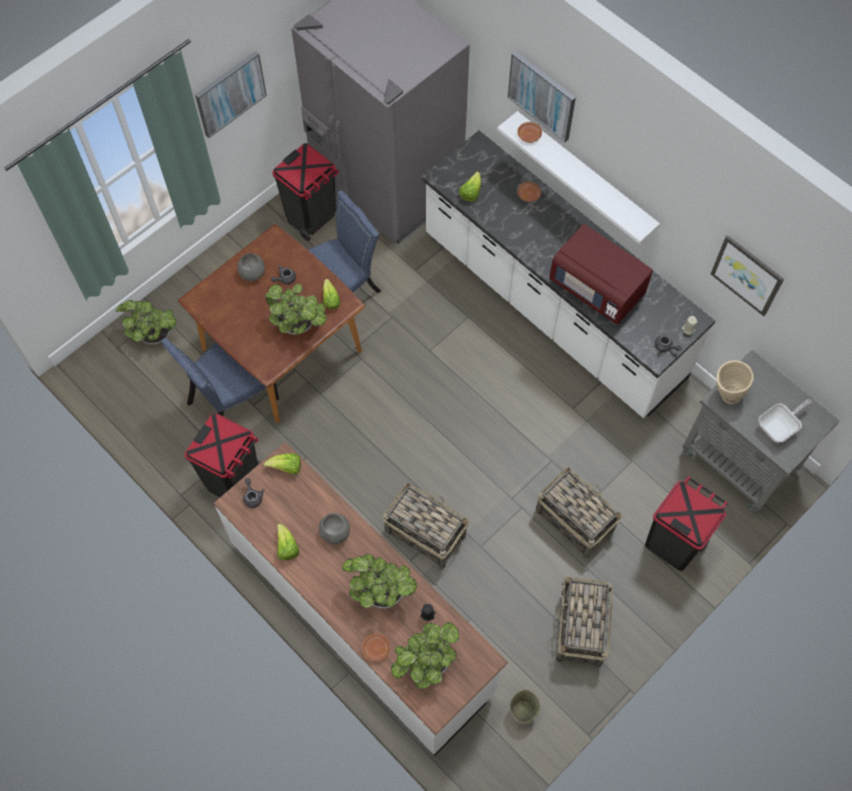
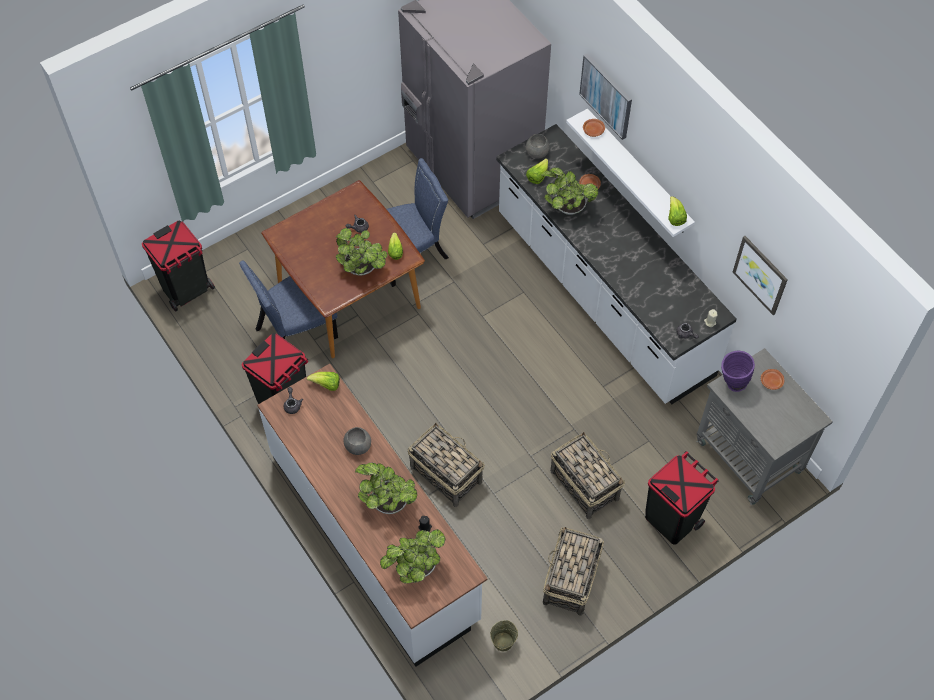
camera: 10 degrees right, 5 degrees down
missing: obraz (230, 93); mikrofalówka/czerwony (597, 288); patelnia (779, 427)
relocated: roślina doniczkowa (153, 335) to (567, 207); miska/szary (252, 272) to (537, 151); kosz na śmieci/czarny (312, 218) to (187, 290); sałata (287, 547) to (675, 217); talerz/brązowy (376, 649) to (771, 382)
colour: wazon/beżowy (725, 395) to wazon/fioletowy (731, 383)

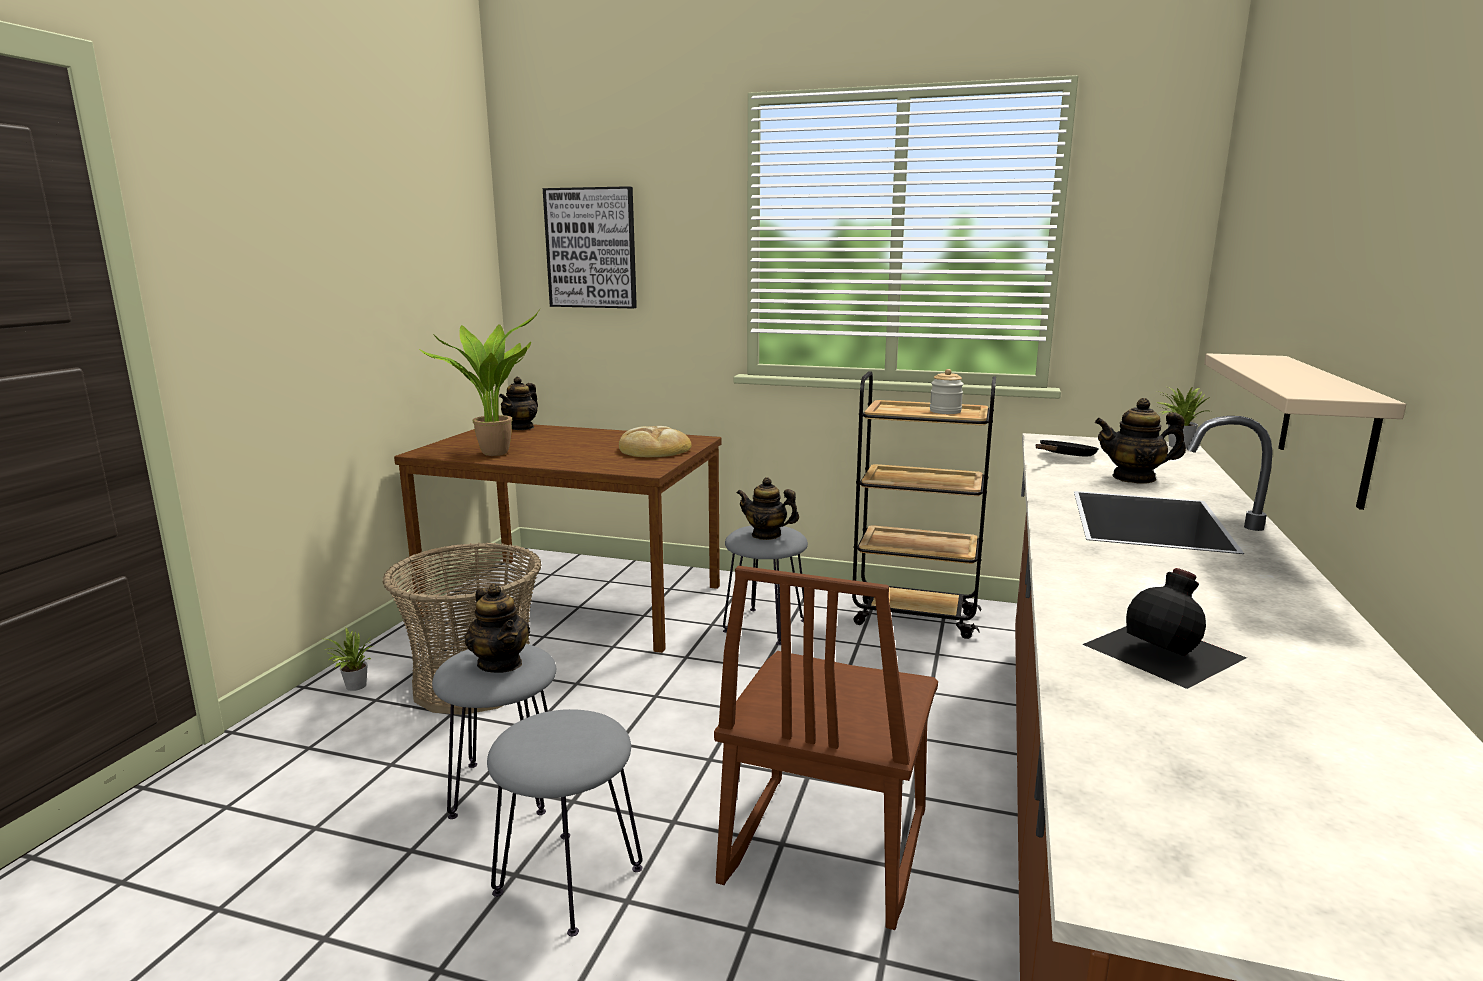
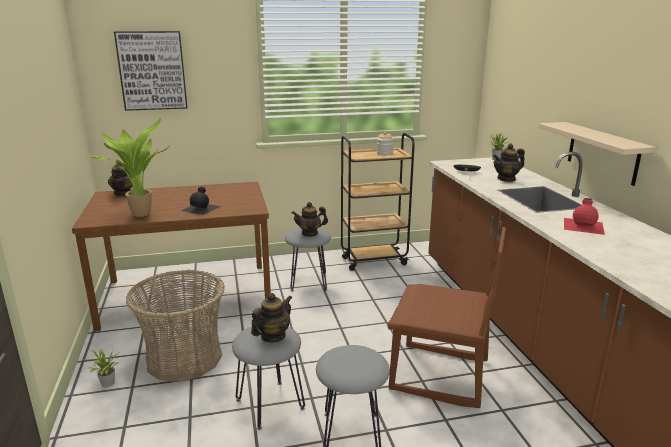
camera: 30 degrees left, 5 degrees up
missing: chleb (653, 449)
appeared: butelka/czerwony (584, 225)
relocated: butelka/czarny (1166, 651) to (201, 208)
spun: imbryk (500, 664) = (273, 336) 75 degrees counterclockwise; krzesło/brązowy (824, 847) = (439, 376) 60 degrees counterclockwise

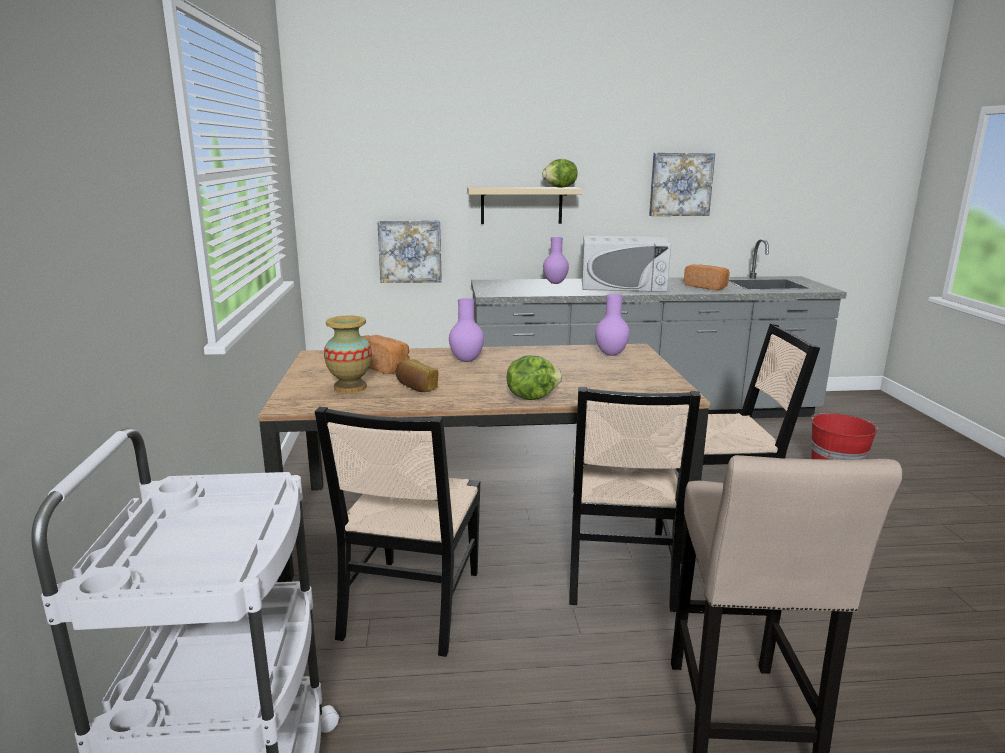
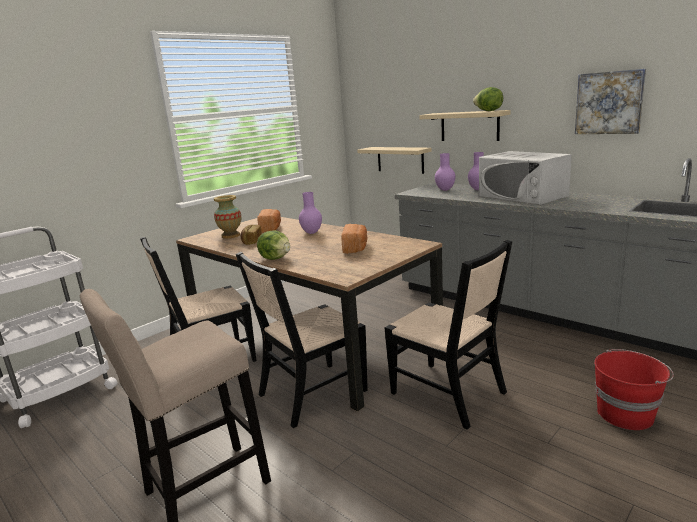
camera: 50 degrees right, 0 degrees up
relocated: wazon/fioletowy (611, 354) to (445, 190); chleb (707, 287) to (355, 248)
exchanged: obraz (410, 251) to półka/beżowy (400, 159)

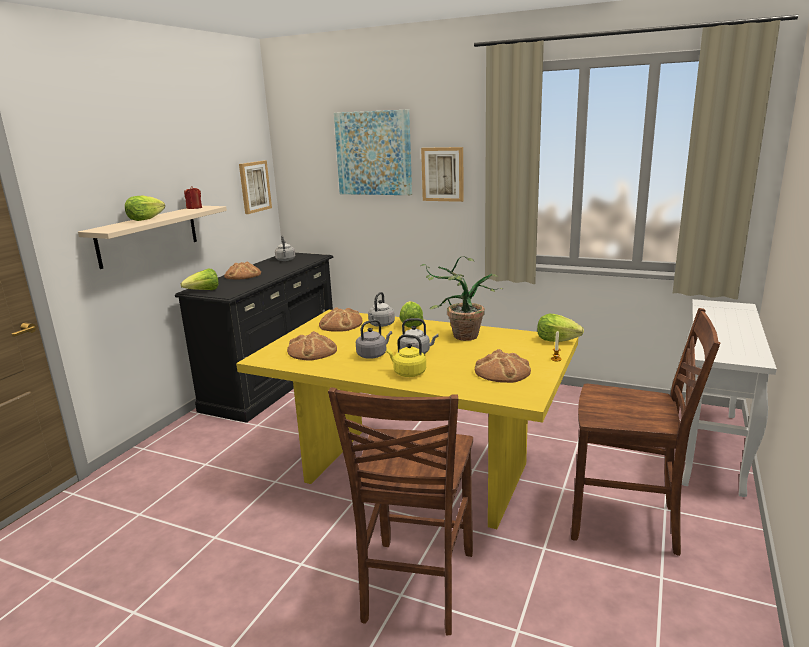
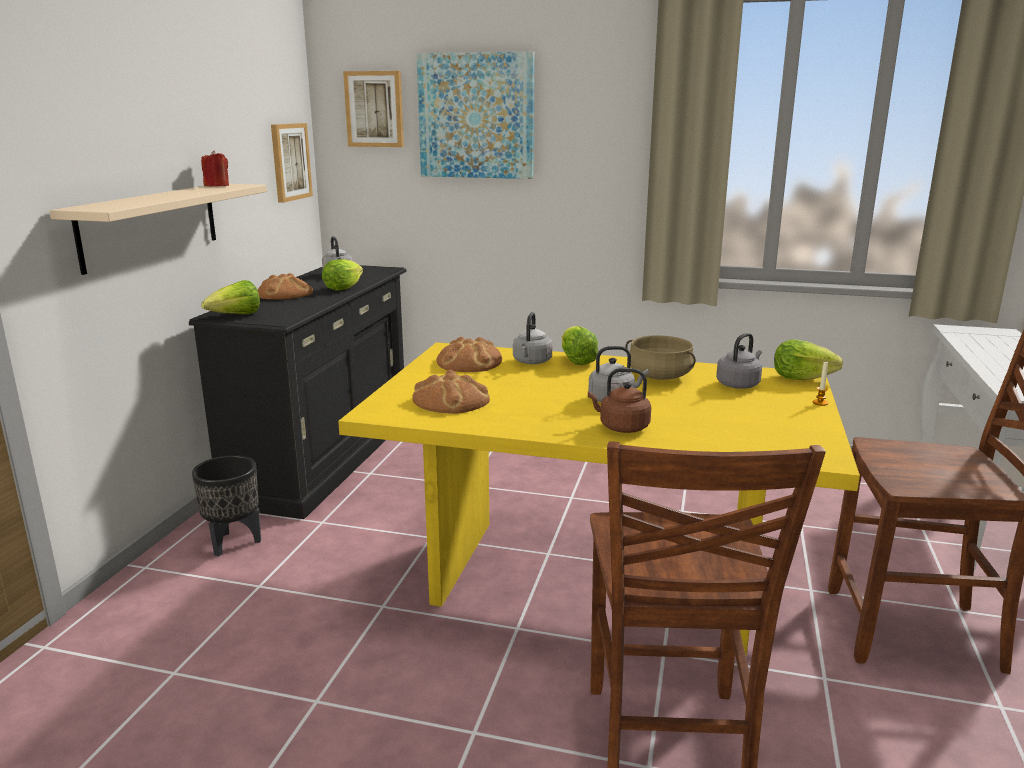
camera: 10 degrees left, 0 degrees up
missing: chleb (502, 371)
appeared: donica/czarny (234, 542)
relocated: sałata (145, 219) to (343, 288); czajnik/szary (373, 355) to (739, 384); obraz (443, 174) to (374, 109)
exchanged: roślina doniczkowa (458, 337) to garnek/beżowy (659, 376)
colour: czajnik/żółty (408, 373) to czajnik/brązowy (621, 427)

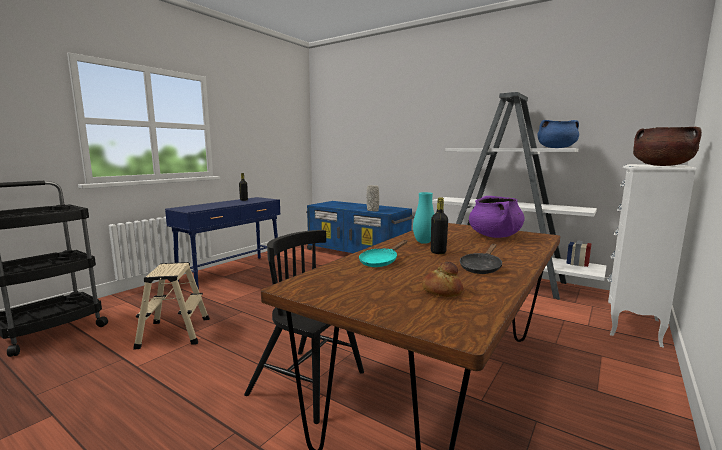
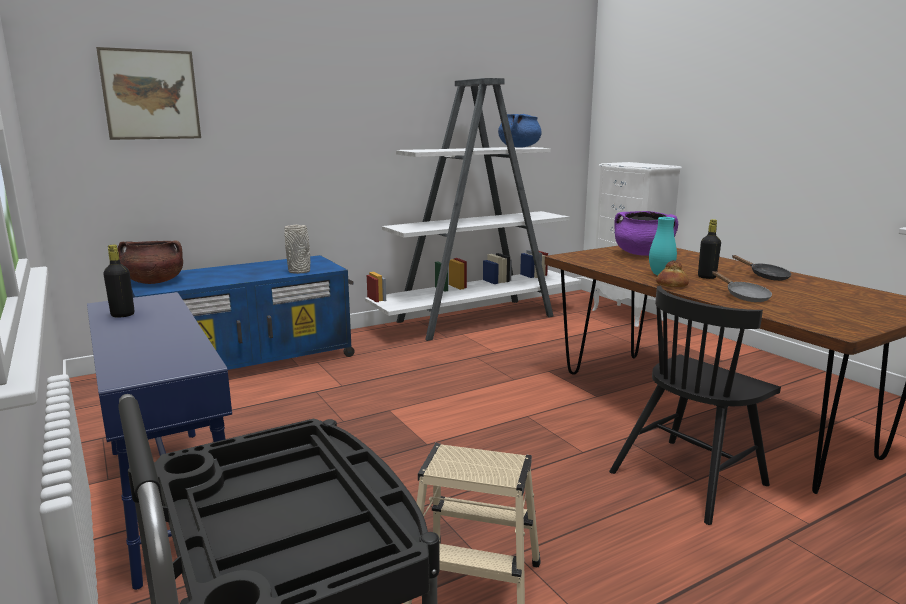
camera: 65 degrees left, 5 degrees up
appeared: obraz (151, 95)
relocated: chleb (441, 291) to (671, 285); garnek/brązowy (661, 165) to (154, 282)
colour: patelnia/turkusowy (381, 262) to patelnia/szary (744, 296)

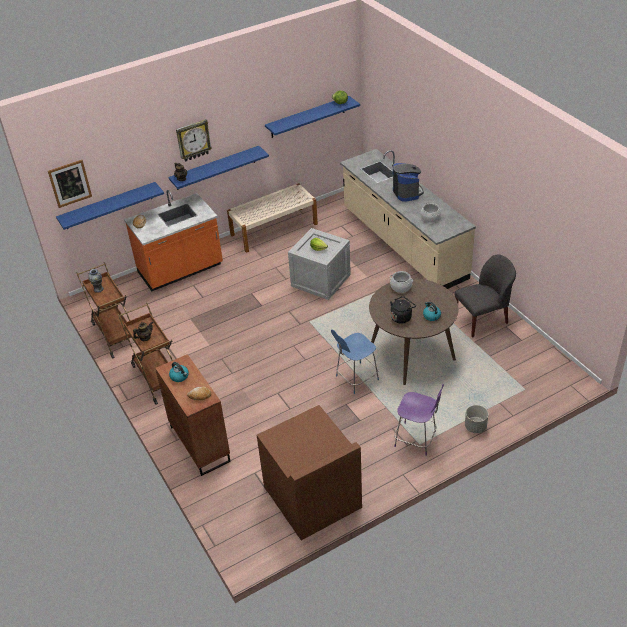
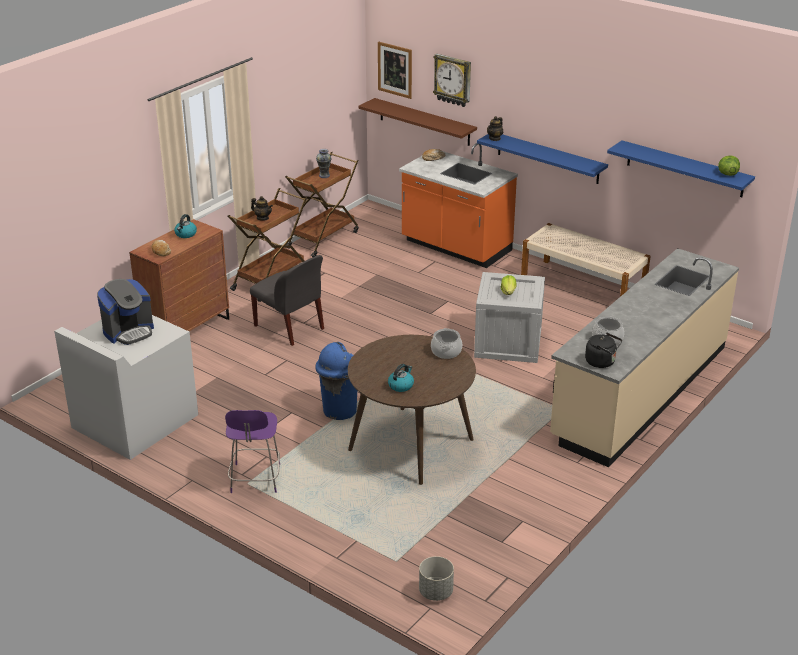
camera: 65 degrees right, 10 degrees down
relocated: zegar ścienny (193, 140) to (453, 80); czajnik/czarny (402, 317) to (602, 362); ekspres do kawy (407, 192) to (129, 332); krzesło/szary (482, 320) to (290, 328); donica/szary (475, 427) to (435, 592)
exchanged: krzesło/niebieski (356, 379) to kosz na śmieci/niebieski (339, 410)
colour: półka/niebieski (108, 206) to półka/brązowy (424, 122); pralka/brązowy (311, 497) to pralka/biały (135, 420)

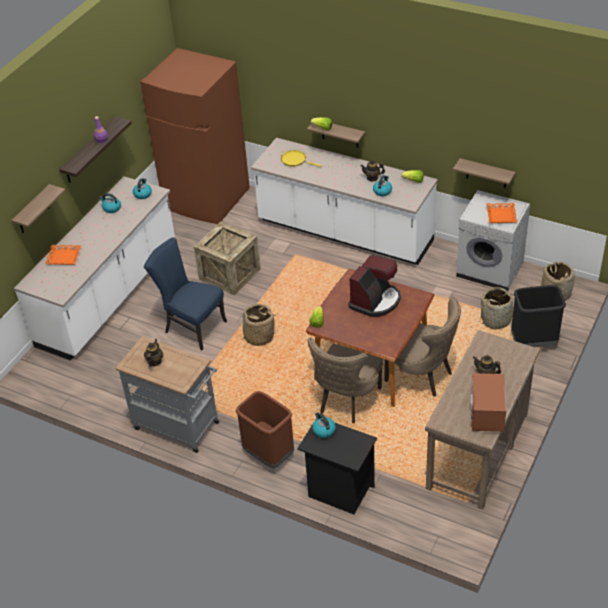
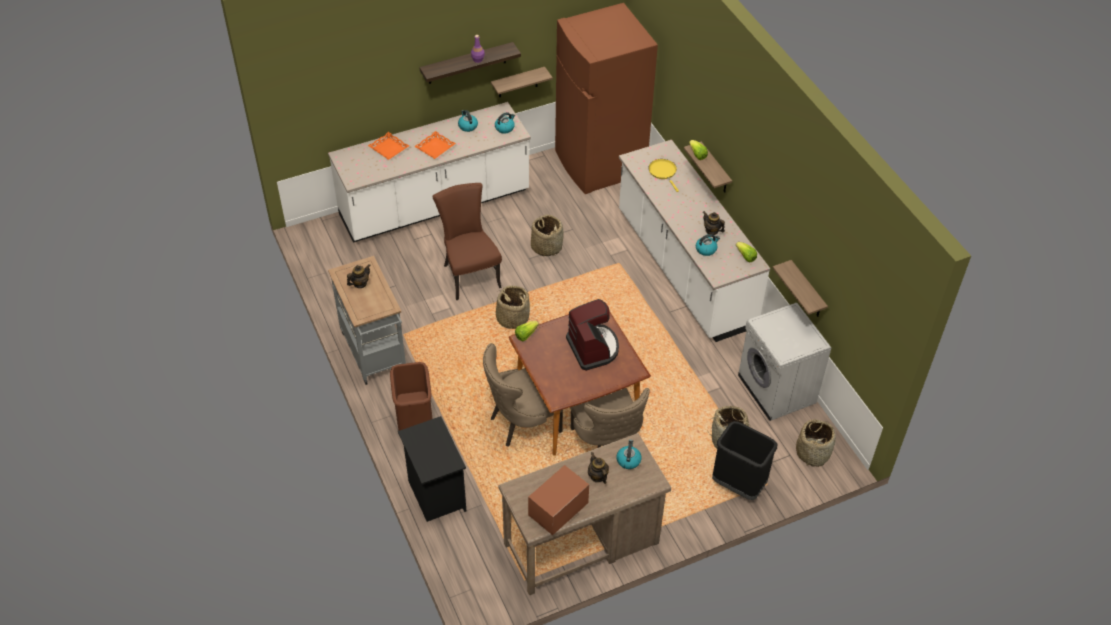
camera: 35 degrees right, 5 degrees up
relocated: półka (33, 211) to (518, 82); czajnik (323, 430) to (628, 460); taca/pomarańczowy (501, 215) to (435, 147)
exchanged: skrzynka (230, 274) to koszyk (546, 246)
colour: krzesło/niebieski (191, 326) to krzesło/brązowy (469, 274)
spun: ekspres do kawy (375, 301) = (593, 348) 90 degrees counterclockwise

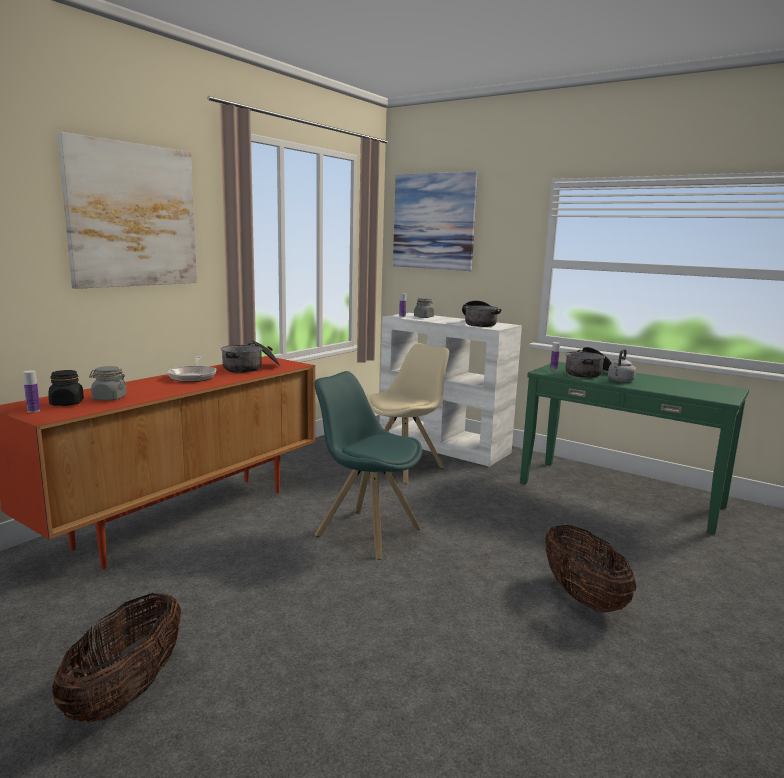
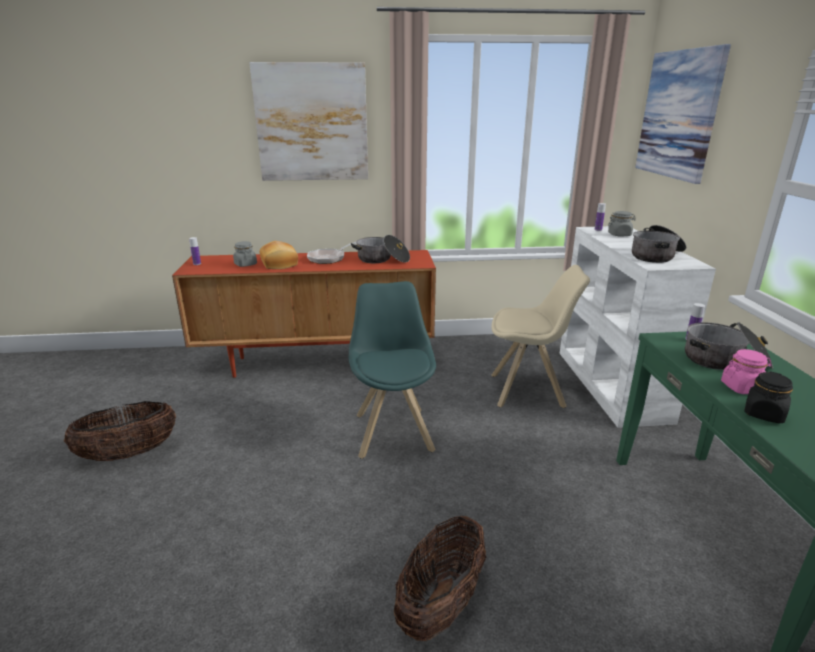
camera: 50 degrees right, 10 degrees up
appeared: chleb (280, 264)
relocated: słoik/czarny (67, 403) to (764, 414)
exchanged: czajnik/szary (620, 381) to słoik/różowy (742, 387)

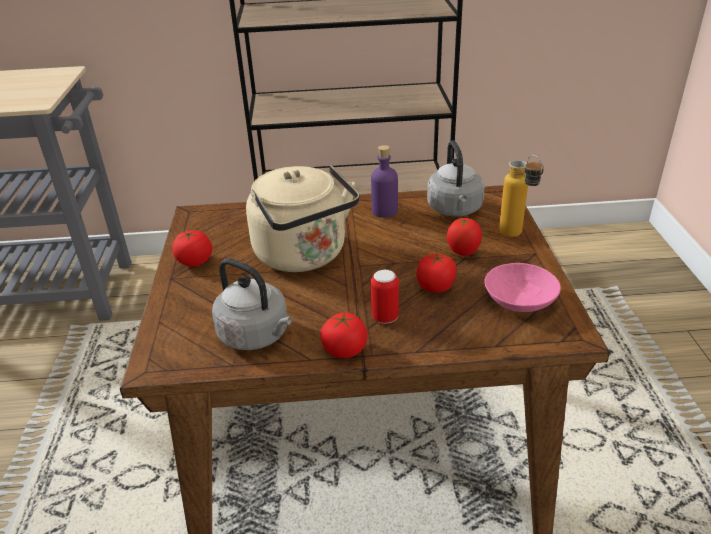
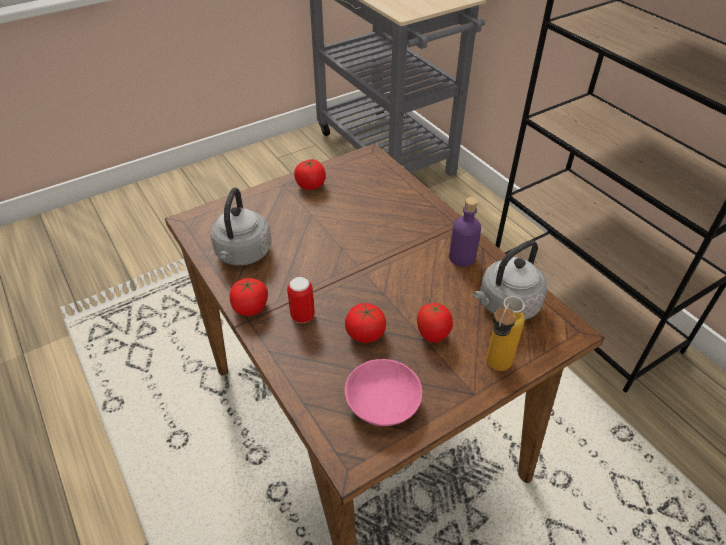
camera: 60 degrees right, 10 degrees up
missing: czajnik/beżowy (304, 256)

